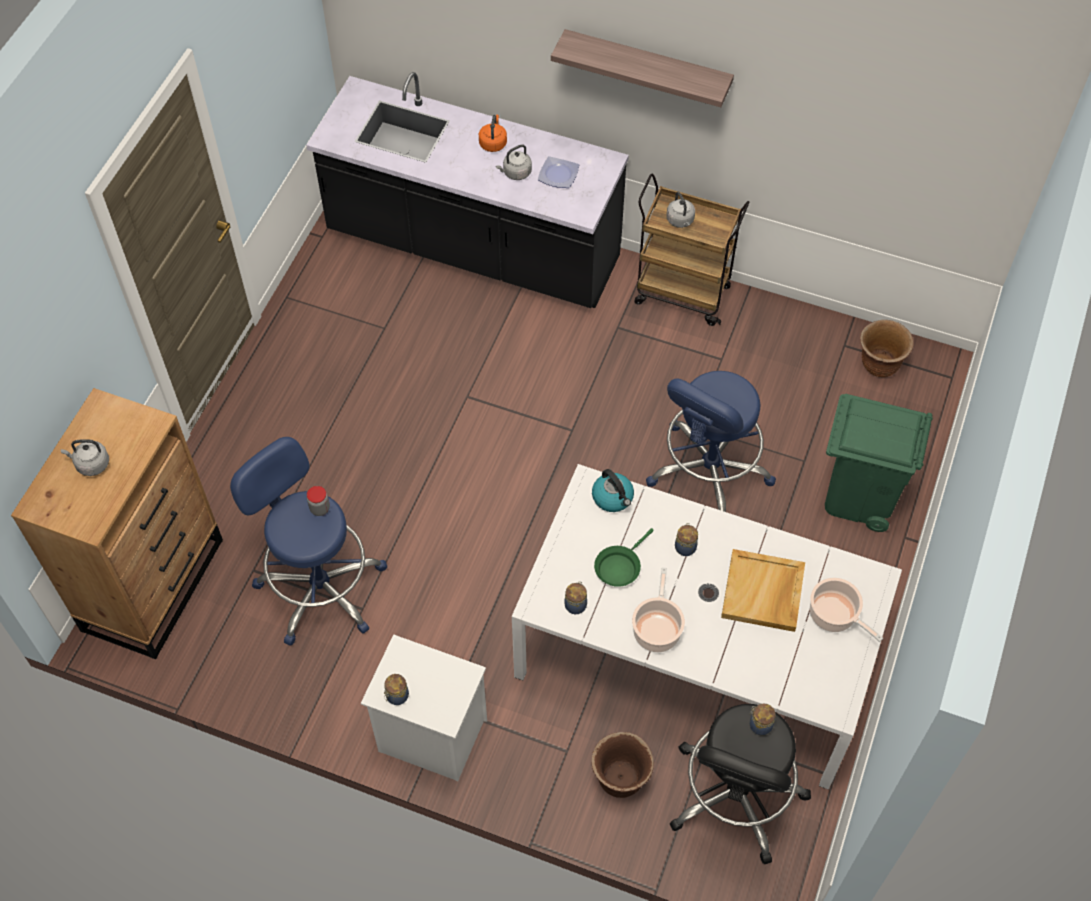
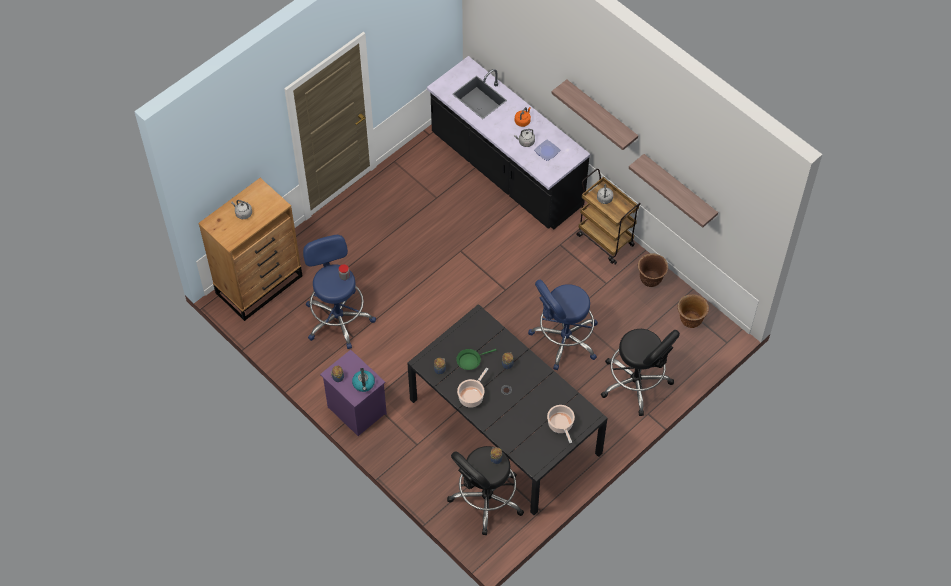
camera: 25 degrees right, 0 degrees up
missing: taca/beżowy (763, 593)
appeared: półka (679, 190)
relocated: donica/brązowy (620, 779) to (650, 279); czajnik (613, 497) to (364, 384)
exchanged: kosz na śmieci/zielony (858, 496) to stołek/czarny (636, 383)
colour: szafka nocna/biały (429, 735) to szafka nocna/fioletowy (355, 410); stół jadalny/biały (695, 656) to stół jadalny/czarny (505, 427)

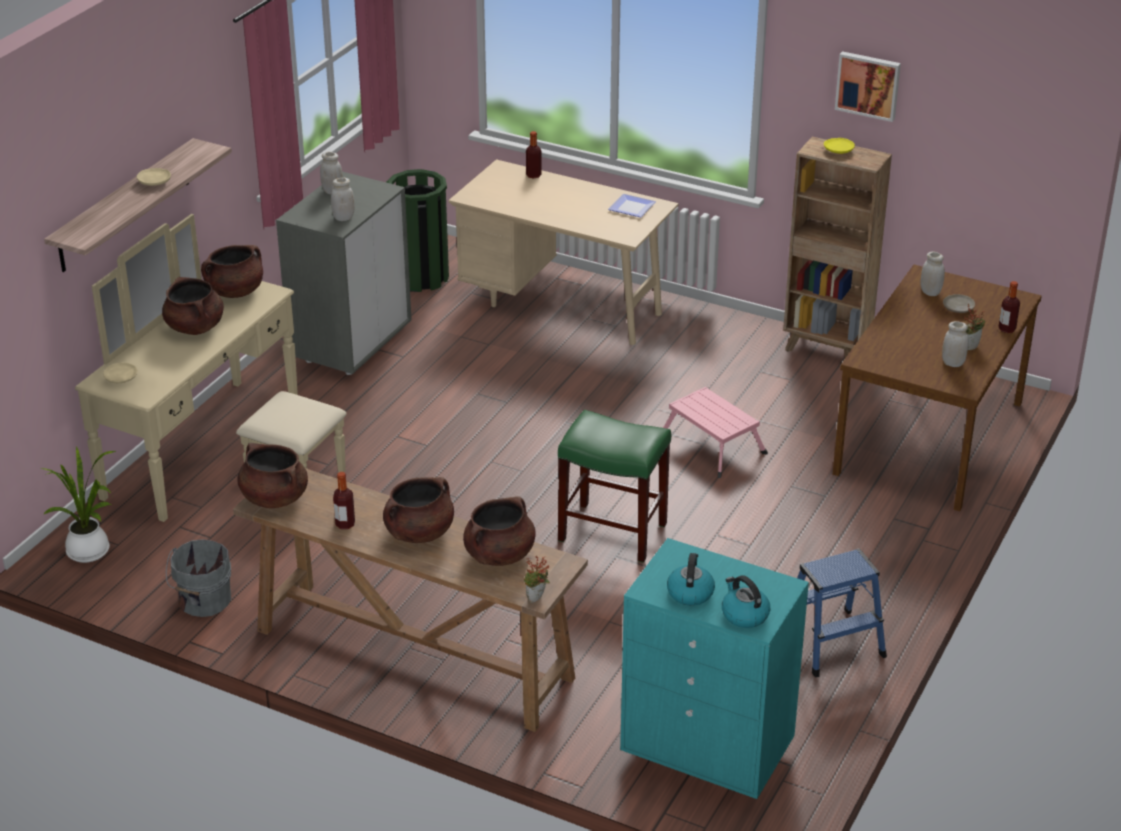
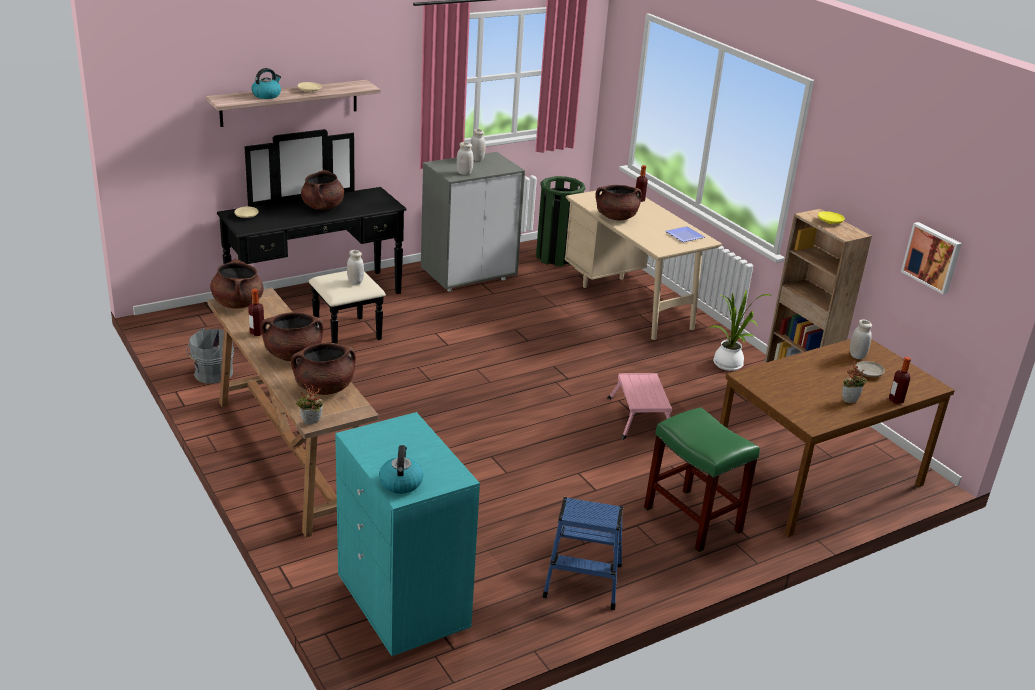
camera: 30 degrees right, 5 degrees down
relocated: roślina doniczkowa (91, 552) to (729, 365); garnek/brązowy (235, 292) to (616, 217); stołek/zielony (611, 532) to (691, 519); czajnik (690, 592) to (267, 95); obraz (868, 85) to (932, 257); słoik/biały (953, 363) to (355, 282)
colour: komoda/beżowy (224, 455) to komoda/czarny (323, 305)

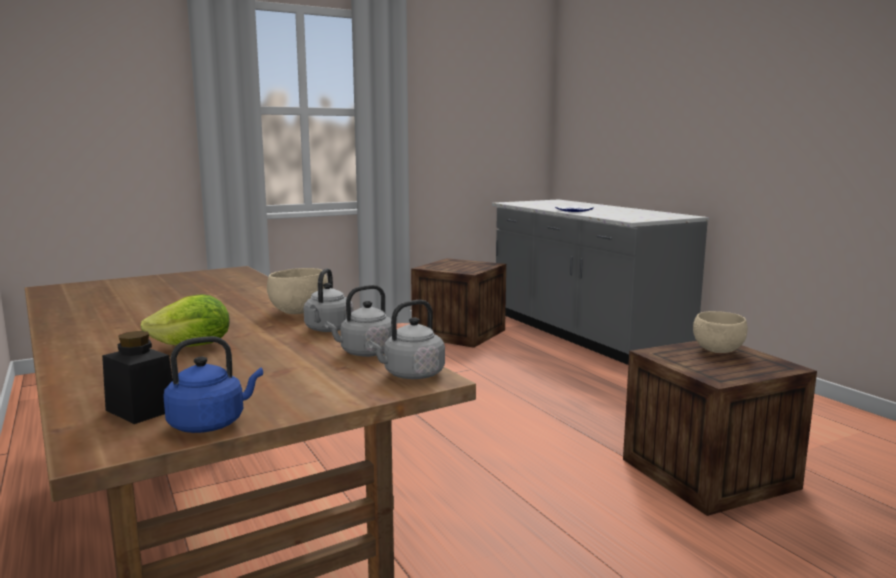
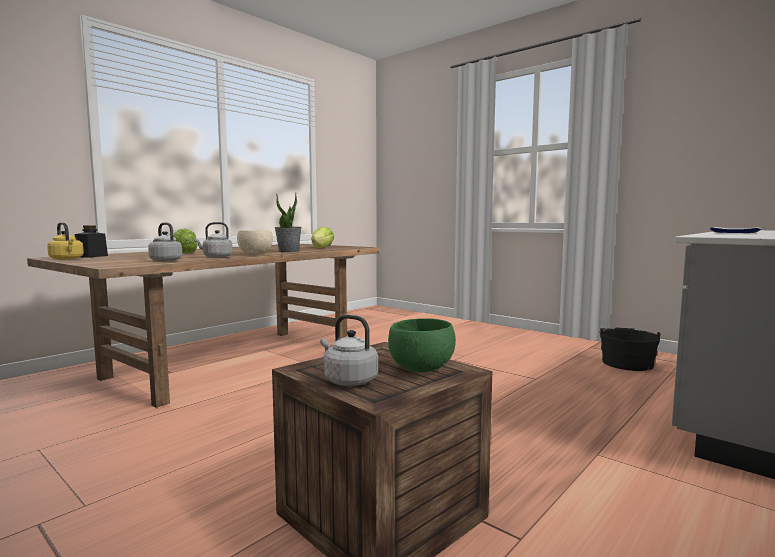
camera: 70 degrees right, 5 degrees down
appeared: roślina doniczkowa (288, 251); sałata (322, 248)
relocated: czajnik/szary (411, 375) to (348, 380)
exchanged: skrzynka (459, 333) to wiadro/czarny (626, 363)
colour: czajnik/niebieski (211, 423) to czajnik/żółty (67, 259); miska/beżowy (717, 350) to miska/zielony (421, 369)

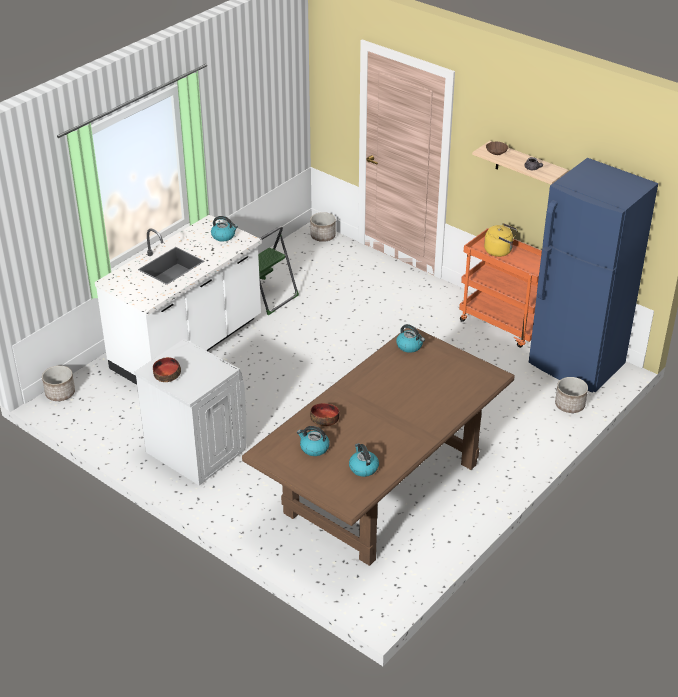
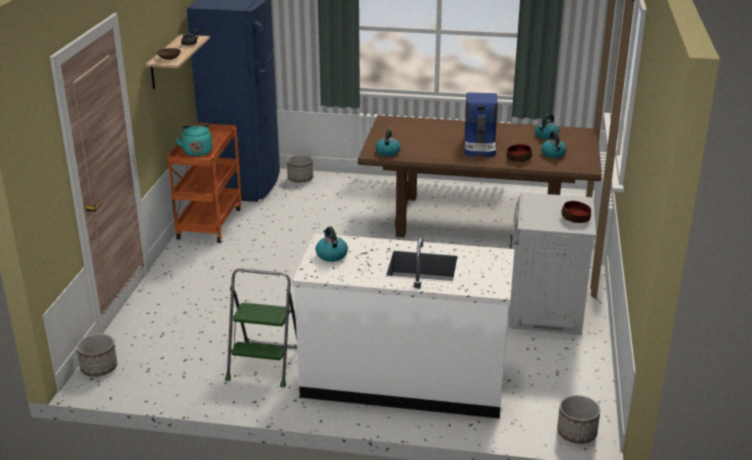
camera: 120 degrees left, 10 degrees down
appeared: ekspres do kawy (480, 146)
colour: czajnik/żółty (500, 251) to czajnik/turkusowy (197, 151)

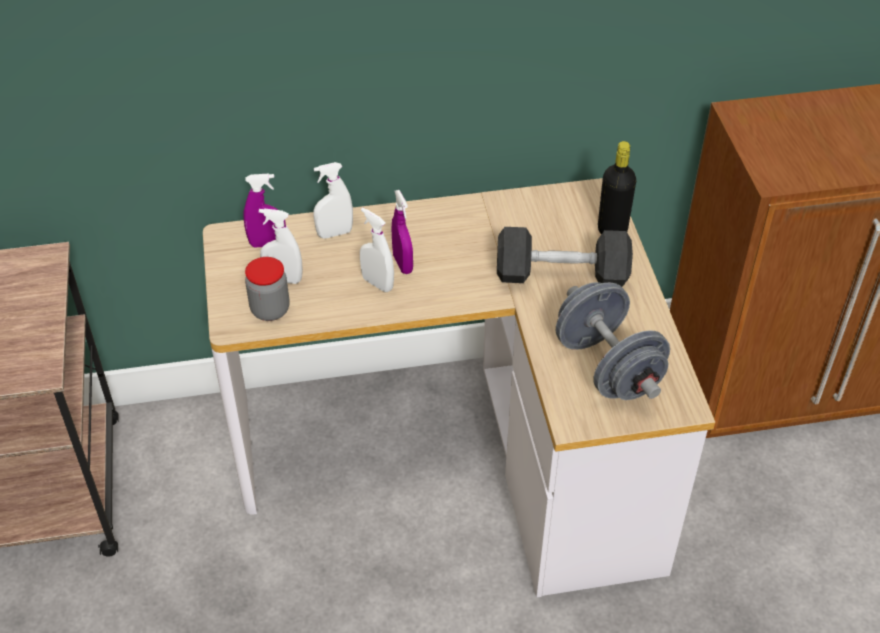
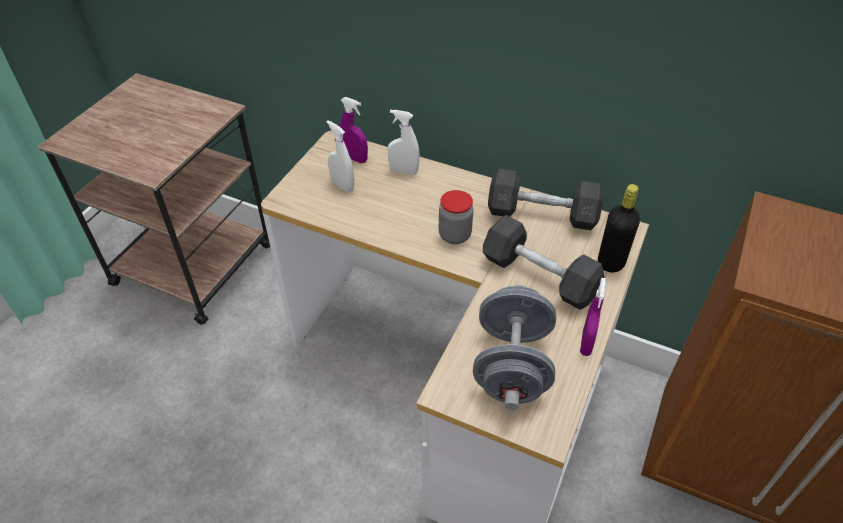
camera: 35 degrees right, 0 degrees up
missing: spryskiwacz/biały (377, 283)
appeared: hantel/szary (542, 214)
relocated: słoik (270, 310) to (454, 235); spryskiwacz/fioletowy (402, 264) to (586, 343)

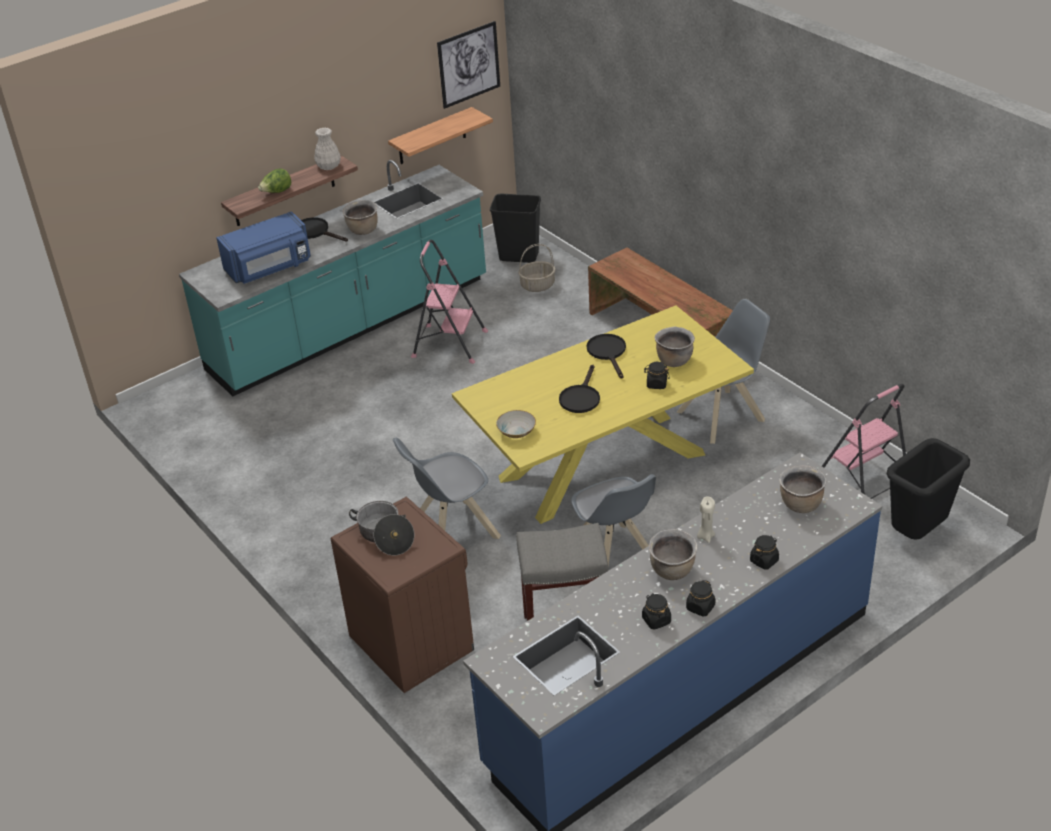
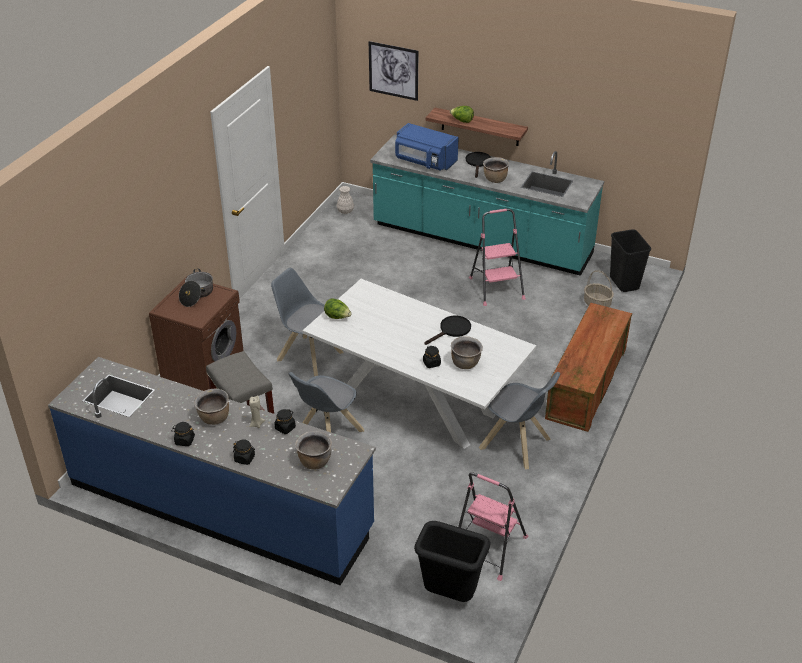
camera: 60 degrees right, 0 degrees up
missing: półka (431, 136); patelnia/czarny (580, 397)
relocated: wazon/biały (328, 166) to (345, 211); obraz (469, 64) to (393, 71); słoik/czarny (656, 620) to (285, 428)
exchanged: miska (516, 432) to sałata (337, 317)
colour: stół jadalny/żółty (604, 465) to stół jadalny/biały (418, 401)

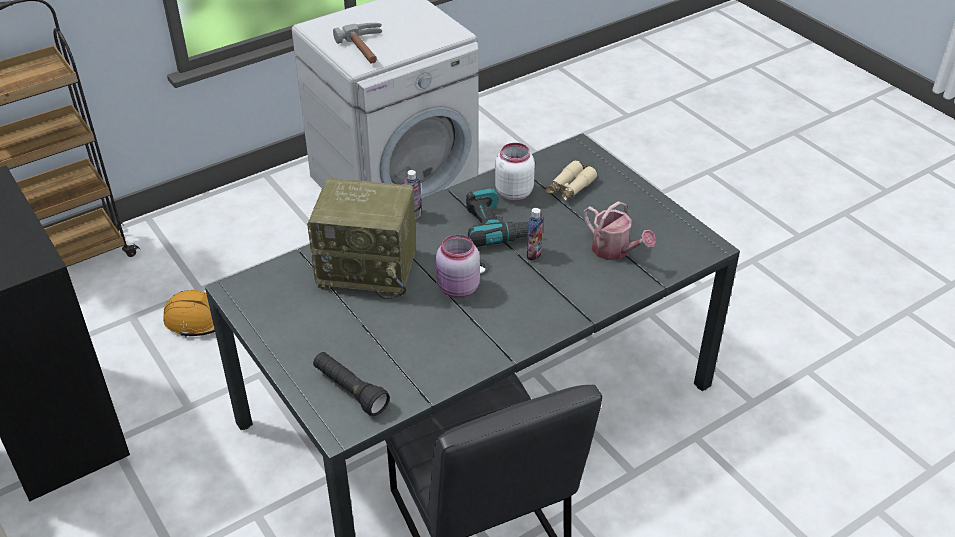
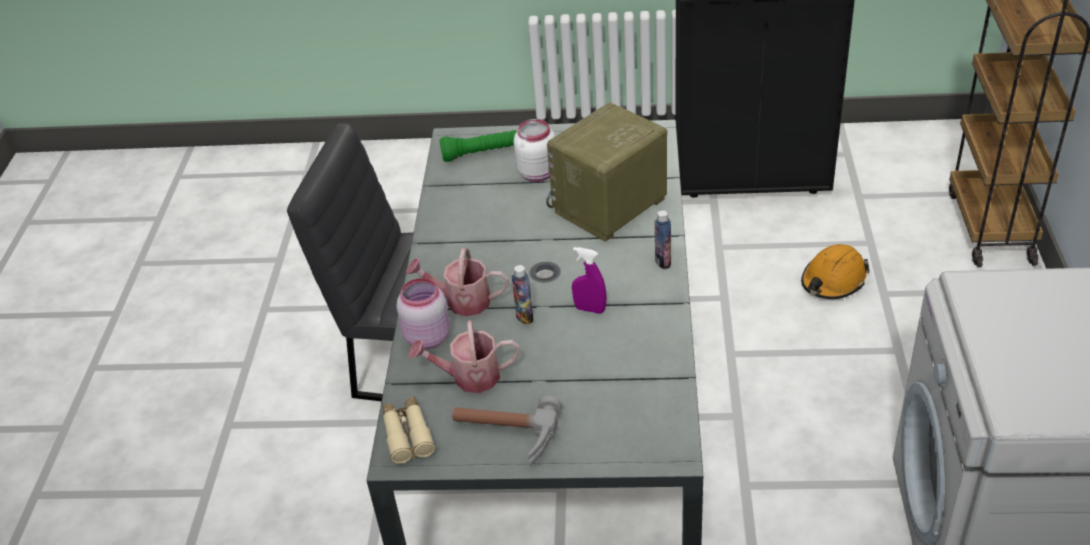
camera: 130 degrees right, 0 degrees up
appeared: konewka (462, 301)
relocated: młotek (368, 49) to (504, 436); słoik/różowy (457, 289) to (427, 336); słoik/biały (513, 192) to (538, 173); lornetka/beżowy (570, 187) to (407, 434)
exchanged: wiertarka (496, 227) to spryskiwacz/fioletowy (590, 309)
colour: latarka/czarny (350, 391) to latarka/zielony (480, 153)

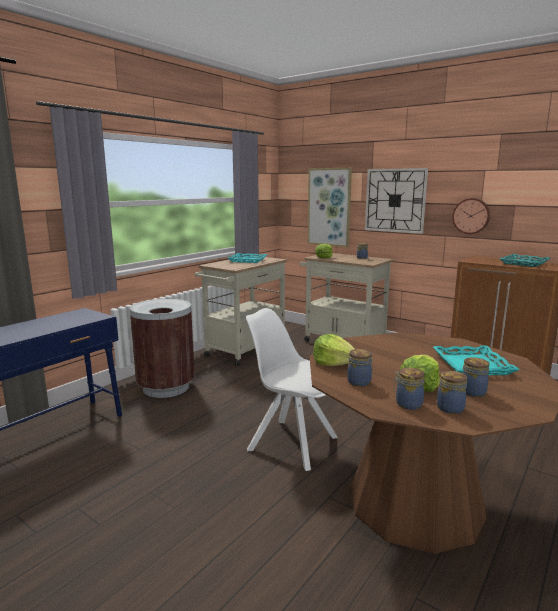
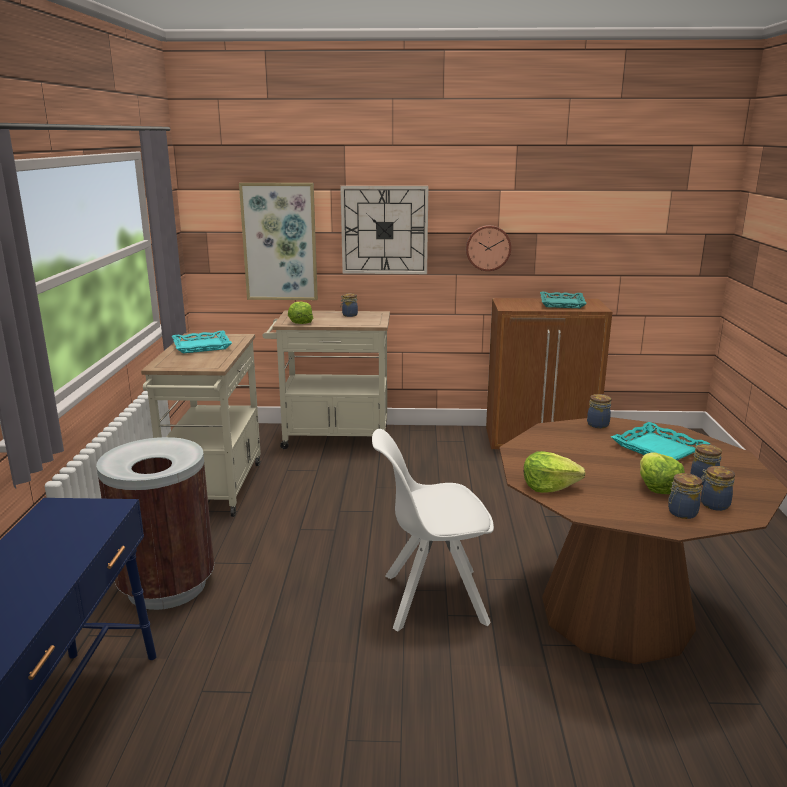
camera: 35 degrees left, 5 degrees up
relocated: słoik (360, 382) to (598, 424)

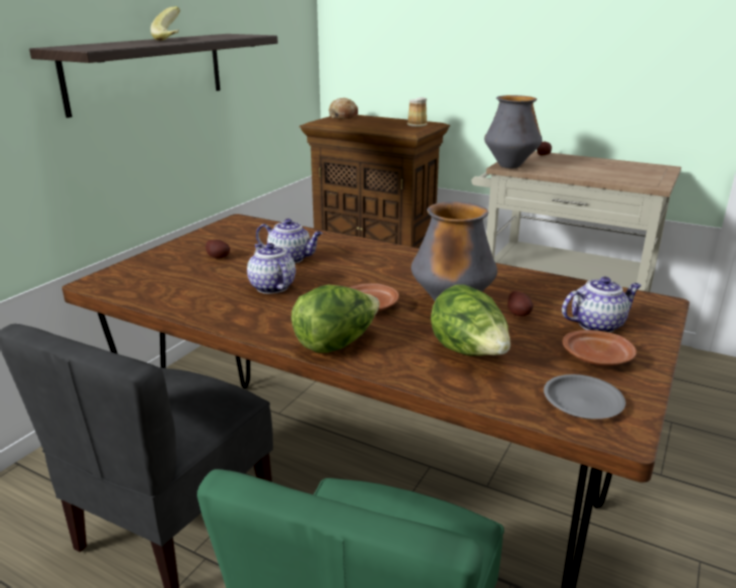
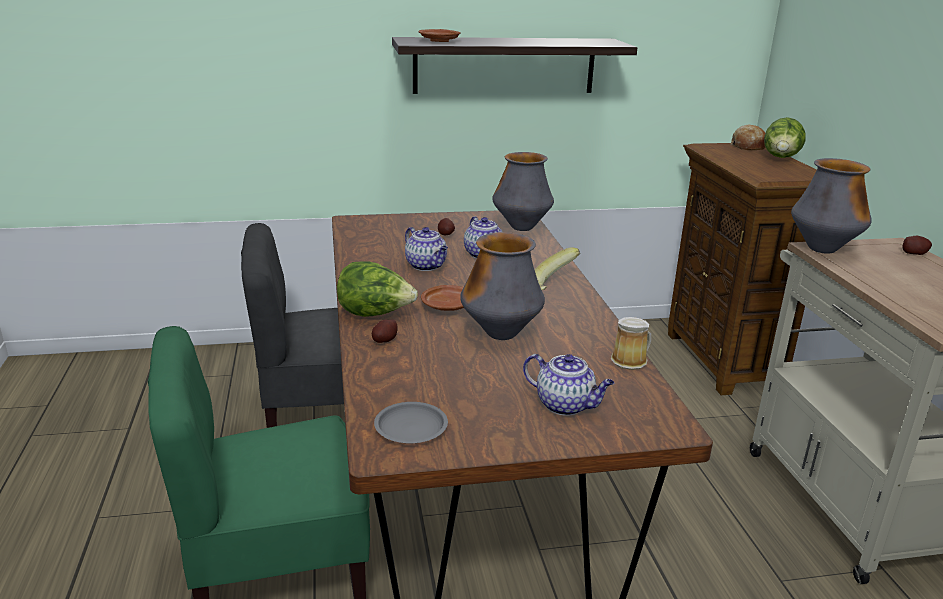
camera: 50 degrees right, 0 degrees up
appeared: wazon (521, 227)
relocated: banan (173, 39) to (554, 286); kubek (417, 124) to (631, 360); sałata (469, 353) to (781, 158); ziemniak (519, 313) to (384, 340); talerz/brązowy (598, 358) to (439, 41)
spun: imbryk (271, 287) = (427, 266) 120 degrees clockwise

